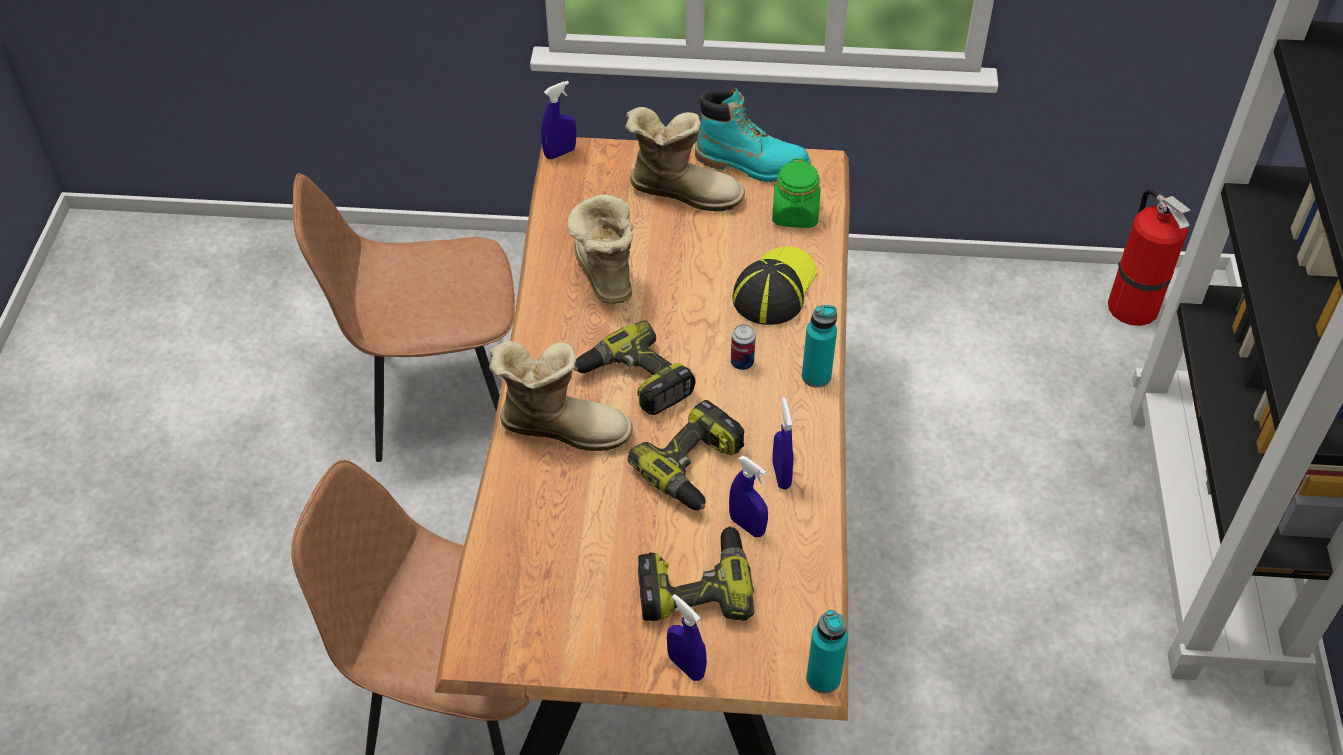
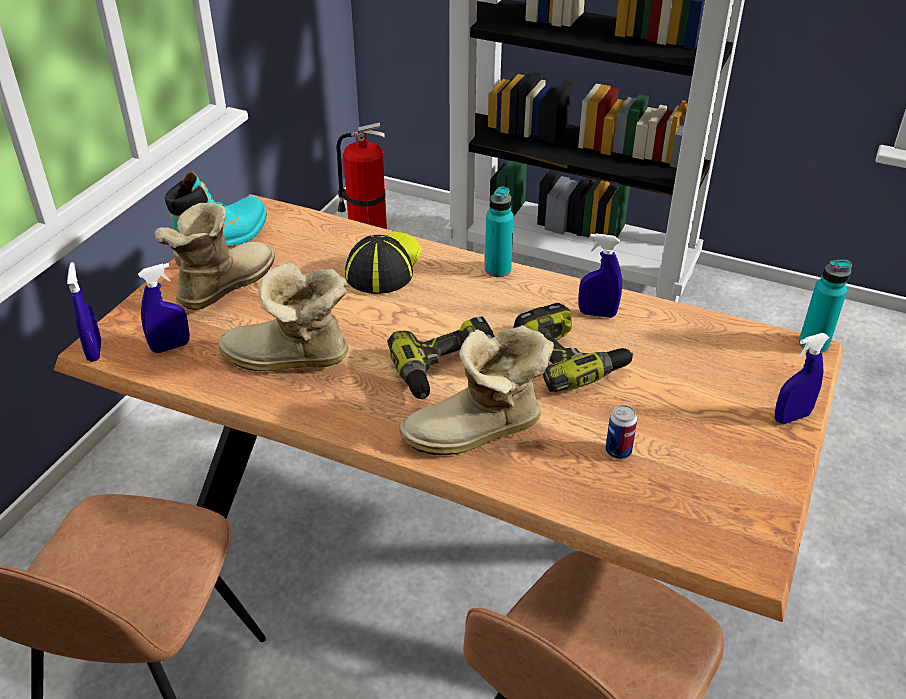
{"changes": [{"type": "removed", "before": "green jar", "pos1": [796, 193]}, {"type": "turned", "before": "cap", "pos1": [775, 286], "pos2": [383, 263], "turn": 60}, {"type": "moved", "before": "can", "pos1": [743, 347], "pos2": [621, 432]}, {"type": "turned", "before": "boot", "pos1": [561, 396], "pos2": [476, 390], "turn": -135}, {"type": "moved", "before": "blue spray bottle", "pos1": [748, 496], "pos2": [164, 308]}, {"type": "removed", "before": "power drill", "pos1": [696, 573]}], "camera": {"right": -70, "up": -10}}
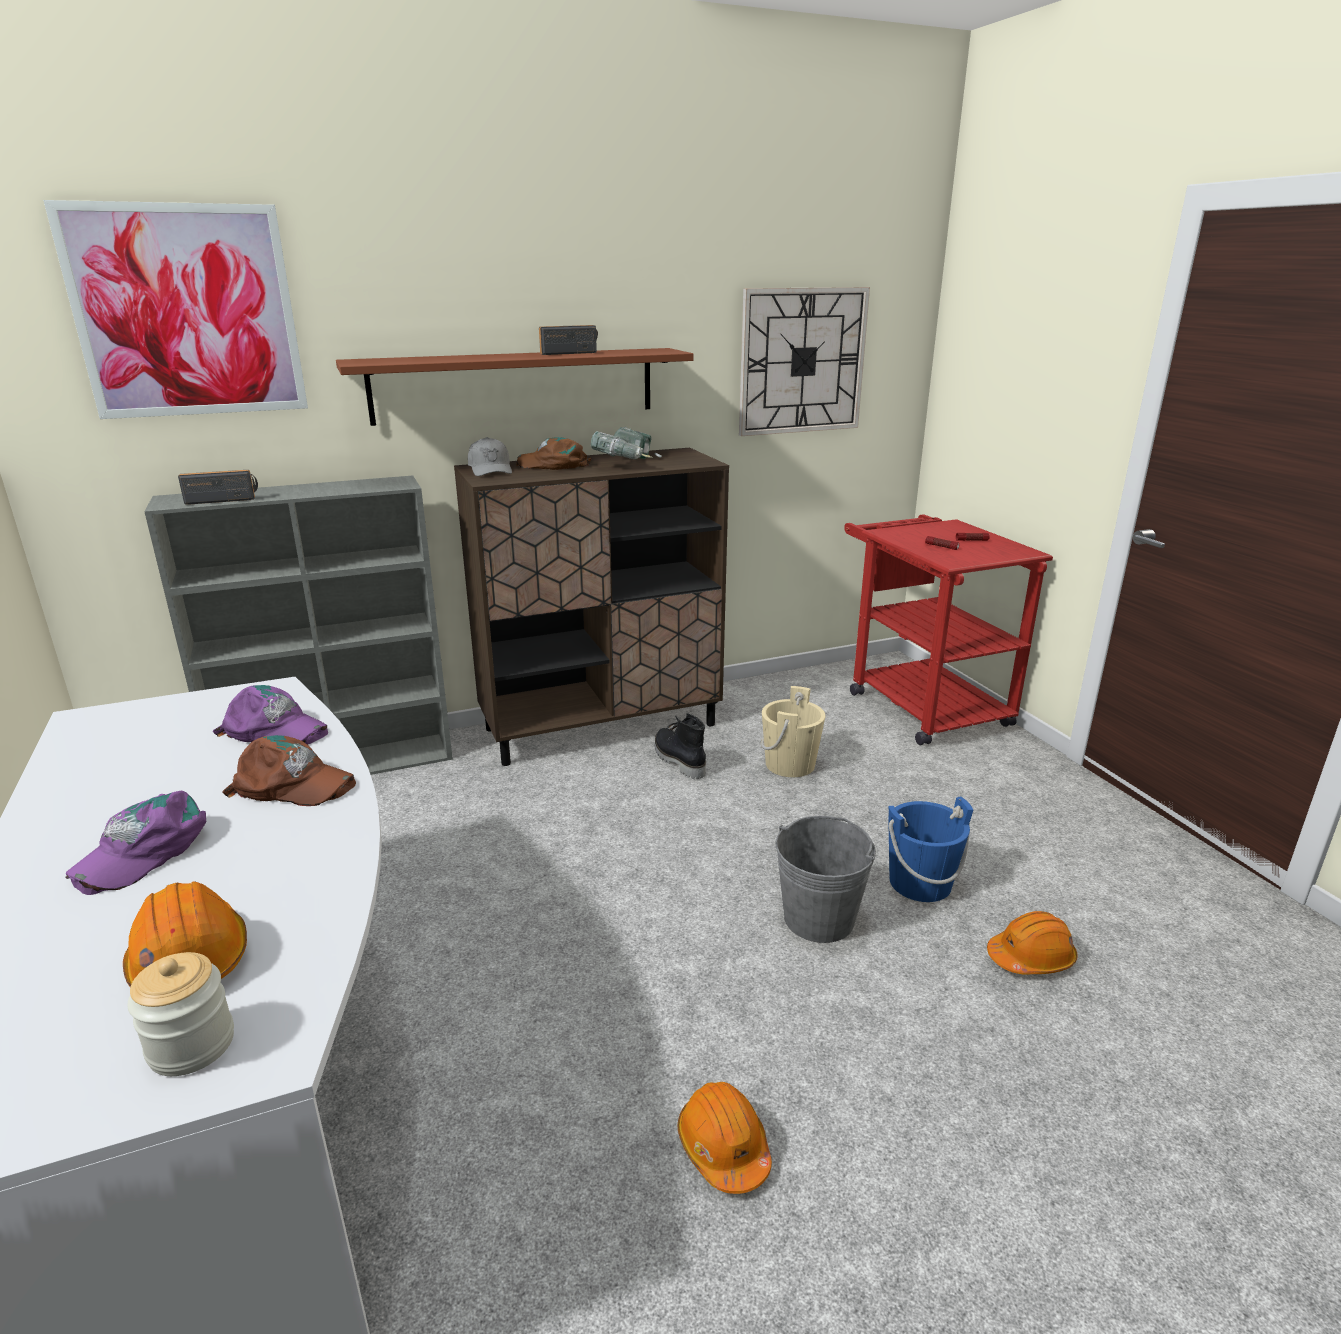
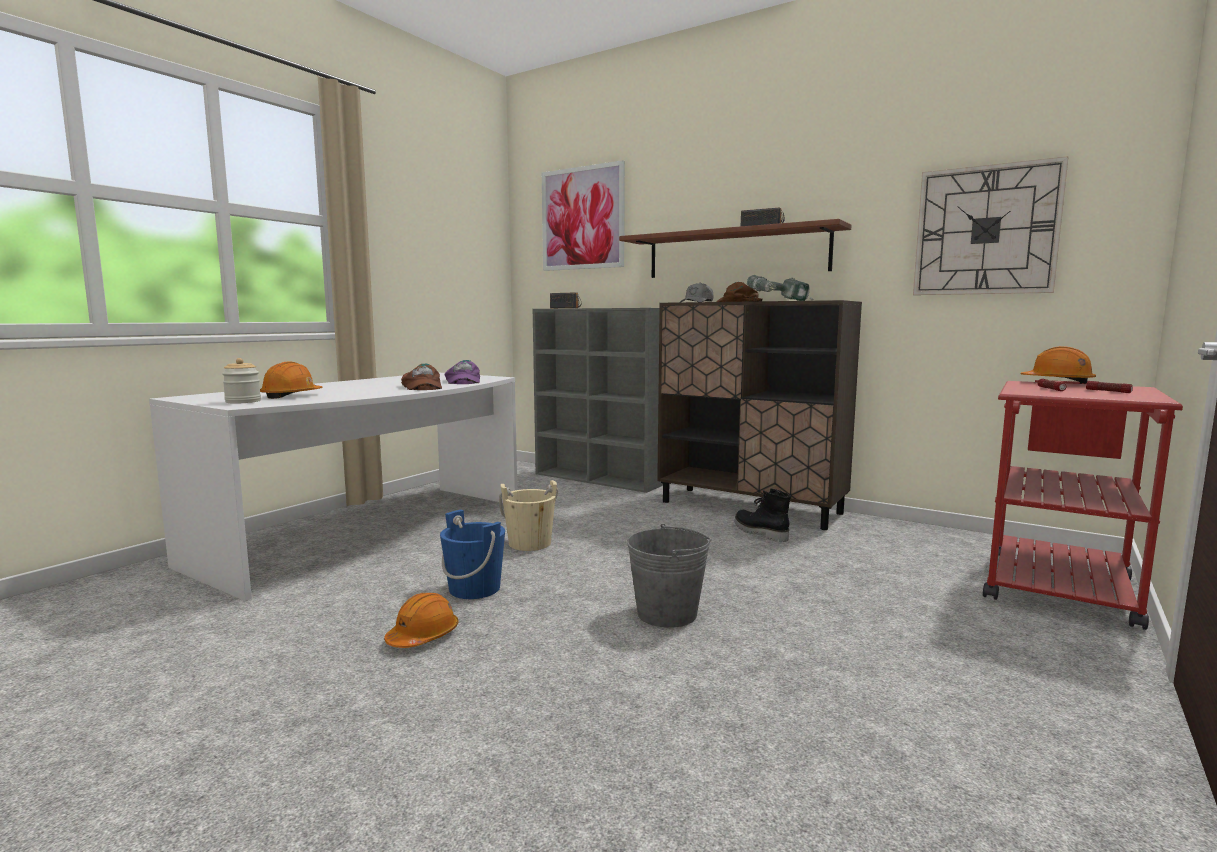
{"changes": [{"type": "moved", "before": "beige bucket", "pos1": [793, 731], "pos2": [528, 515]}, {"type": "turned", "before": "black boot", "pos1": [680, 746], "pos2": [762, 515], "turn": -60}, {"type": "removed", "before": "purple cap", "pos1": [135, 843]}, {"type": "moved", "before": "blue bucket", "pos1": [930, 849], "pos2": [472, 554]}, {"type": "moved", "before": "orange hard hat", "pos1": [1032, 942], "pos2": [1058, 365]}], "camera": {"right": 55, "up": -15}}
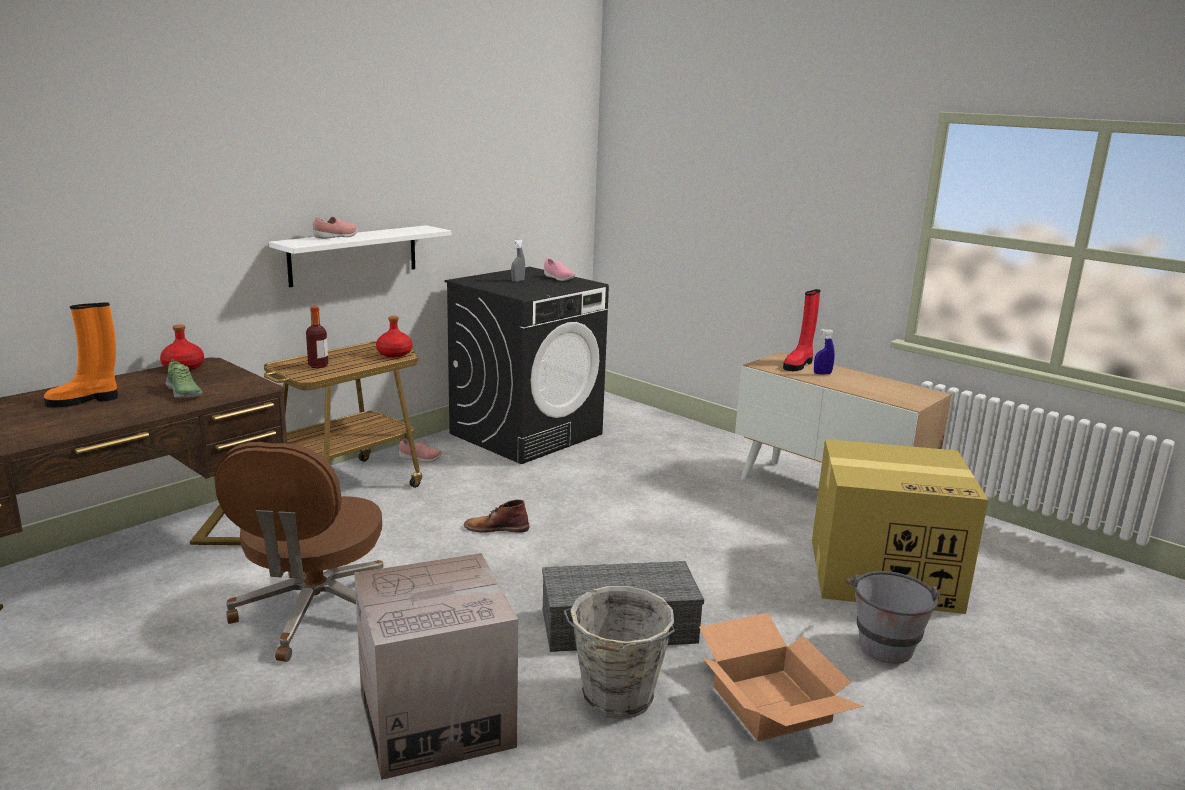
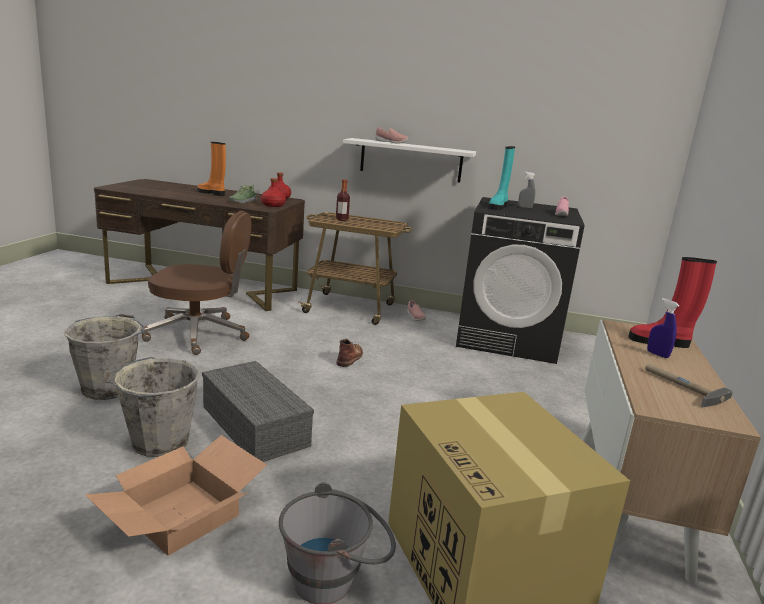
{"changes": [{"type": "moved", "before": "red bottle", "pos1": [394, 336], "pos2": [273, 192]}, {"type": "turned", "before": "brown office chair", "pos1": [298, 552], "pos2": [196, 283], "turn": -150}, {"type": "turned", "before": "brown boot", "pos1": [496, 516], "pos2": [349, 353], "turn": 45}, {"type": "replaced", "before": "cardboard box", "after": "grey bucket", "pos1": [436, 666], "pos2": [105, 357]}, {"type": "added", "after": "turquoise boot", "pos2": [501, 178]}, {"type": "added", "after": "hammer", "pos2": [689, 386]}], "camera": {"right": 60, "up": 0}}
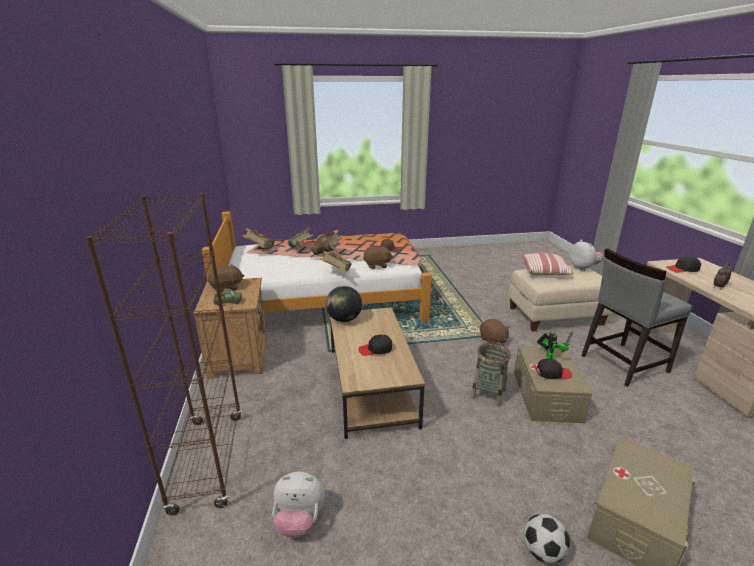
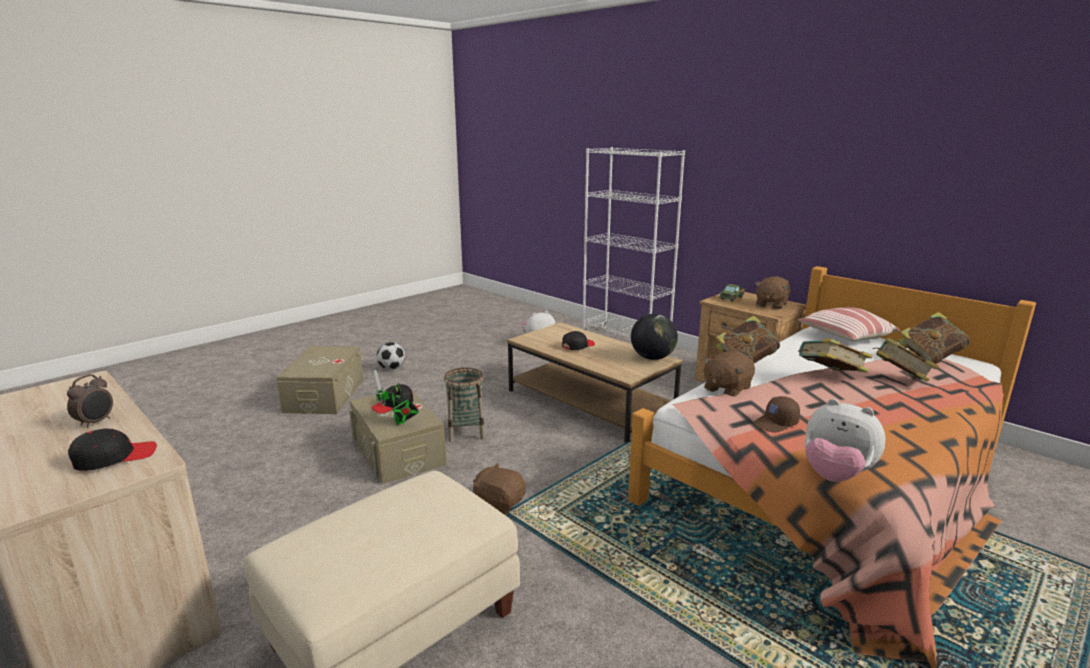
{"changes": [{"type": "recoloured", "before": "brown bookcase", "after": "white bookcase", "pos1": [163, 354], "pos2": [633, 242]}, {"type": "moved", "before": "plush toy", "pos1": [586, 255], "pos2": [844, 440]}, {"type": "removed", "before": "grey chair", "pos1": [636, 317]}, {"type": "moved", "before": "pillow", "pos1": [547, 264], "pos2": [849, 324]}], "camera": {"right": 145, "up": -5}}
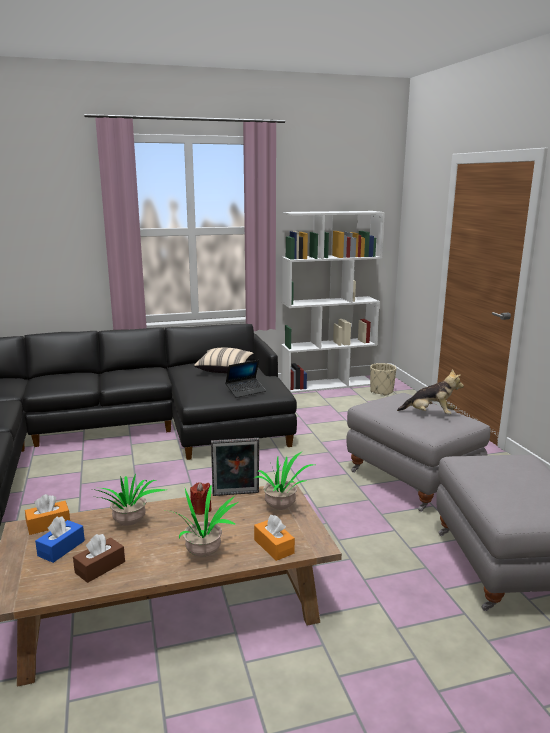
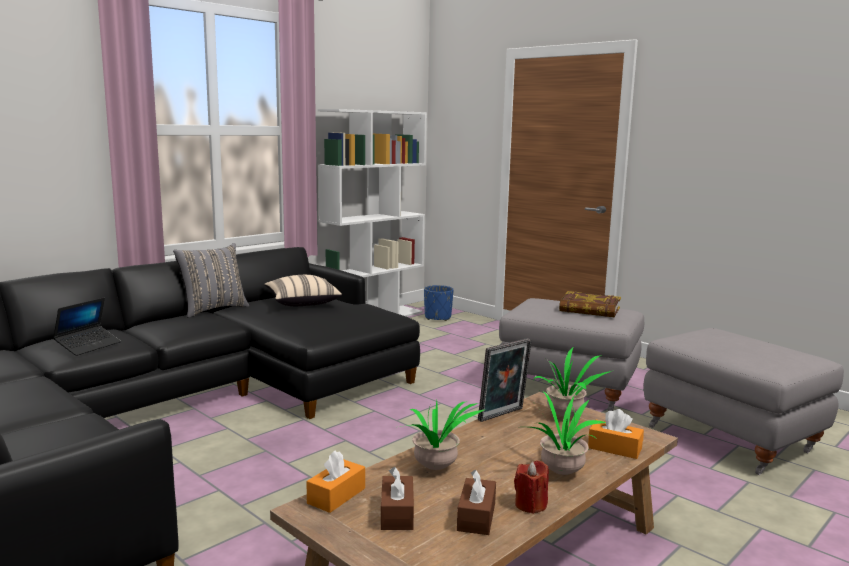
{"changes": [{"type": "moved", "before": "laptop", "pos1": [245, 379], "pos2": [87, 327]}, {"type": "recoloured", "before": "beige planter", "after": "blue planter", "pos1": [383, 379], "pos2": [439, 303]}, {"type": "replaced", "before": "plush toy", "after": "book", "pos1": [430, 391], "pos2": [590, 304]}, {"type": "moved", "before": "red candle", "pos1": [201, 498], "pos2": [531, 487]}, {"type": "recoloured", "before": "blue tissue box", "after": "brown tissue box", "pos1": [60, 539], "pos2": [397, 498]}, {"type": "added", "after": "grey pillow", "pos2": [211, 280]}], "camera": {"right": -30, "up": -5}}
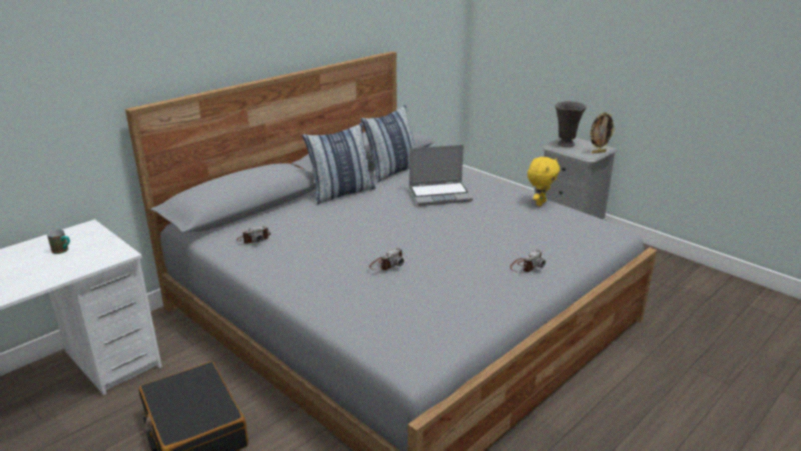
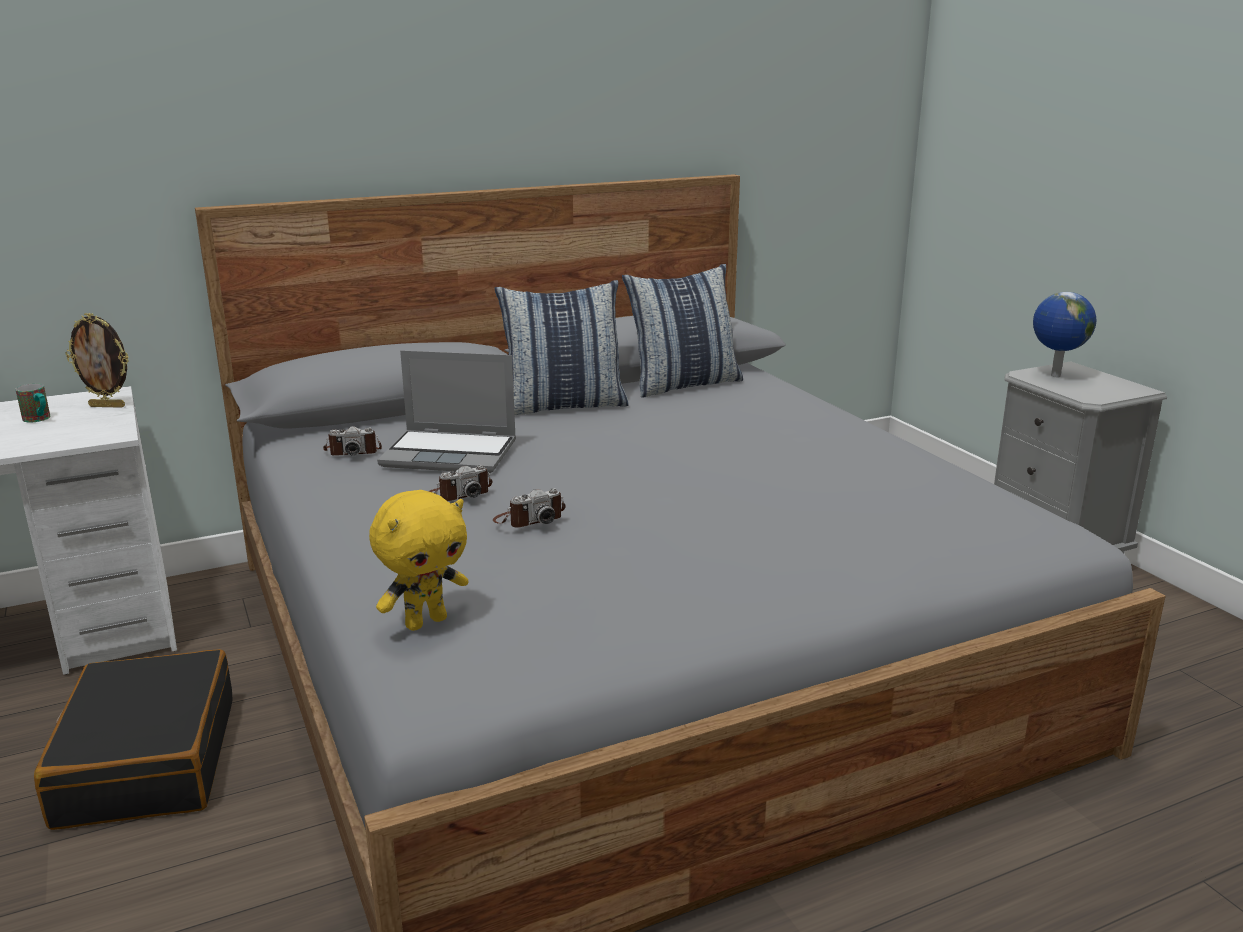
{"changes": [{"type": "replaced", "before": "grey vase", "after": "globe", "pos1": [570, 124], "pos2": [1064, 334]}, {"type": "moved", "before": "picture frame", "pos1": [602, 132], "pos2": [97, 360]}, {"type": "moved", "before": "laptop", "pos1": [441, 175], "pos2": [446, 411]}, {"type": "moved", "before": "yellow plush toy", "pos1": [543, 181], "pos2": [418, 560]}, {"type": "moved", "before": "photo camera", "pos1": [528, 260], "pos2": [460, 483]}], "camera": {"right": 20, "up": -5}}
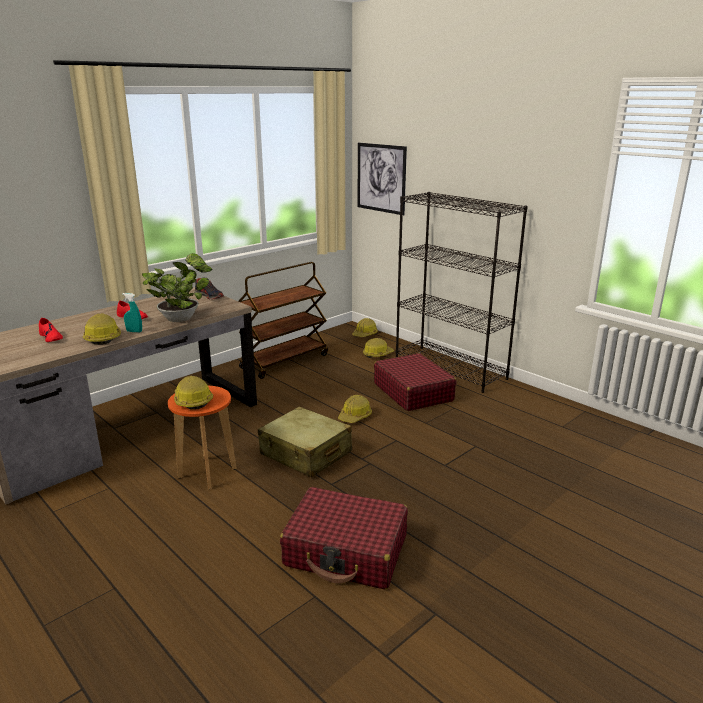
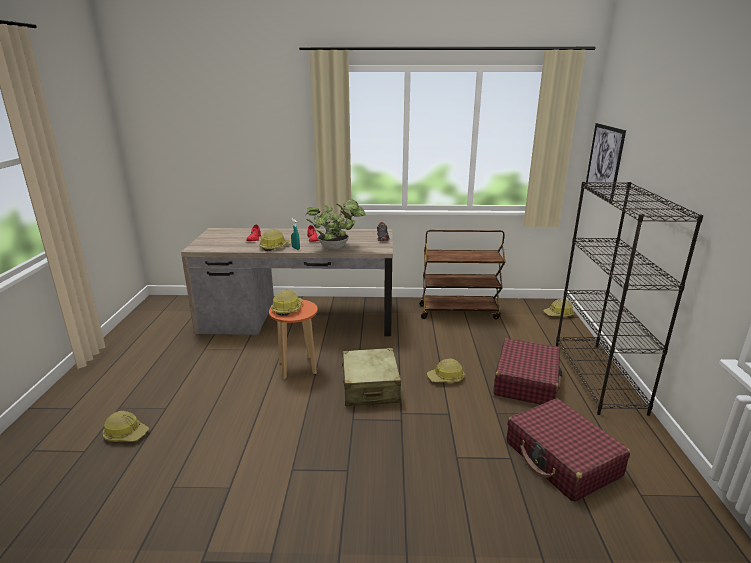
{"changes": [{"type": "moved", "before": "hard hat", "pos1": [378, 348], "pos2": [126, 426]}, {"type": "moved", "before": "red suitcase", "pos1": [344, 538], "pos2": [568, 450]}], "camera": {"right": 45, "up": 0}}
